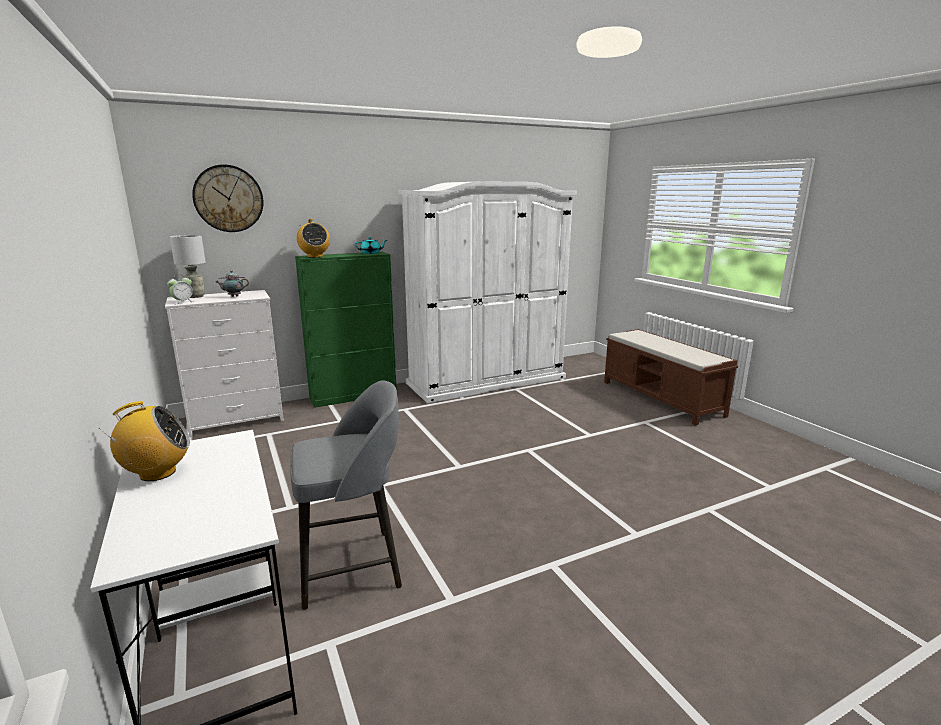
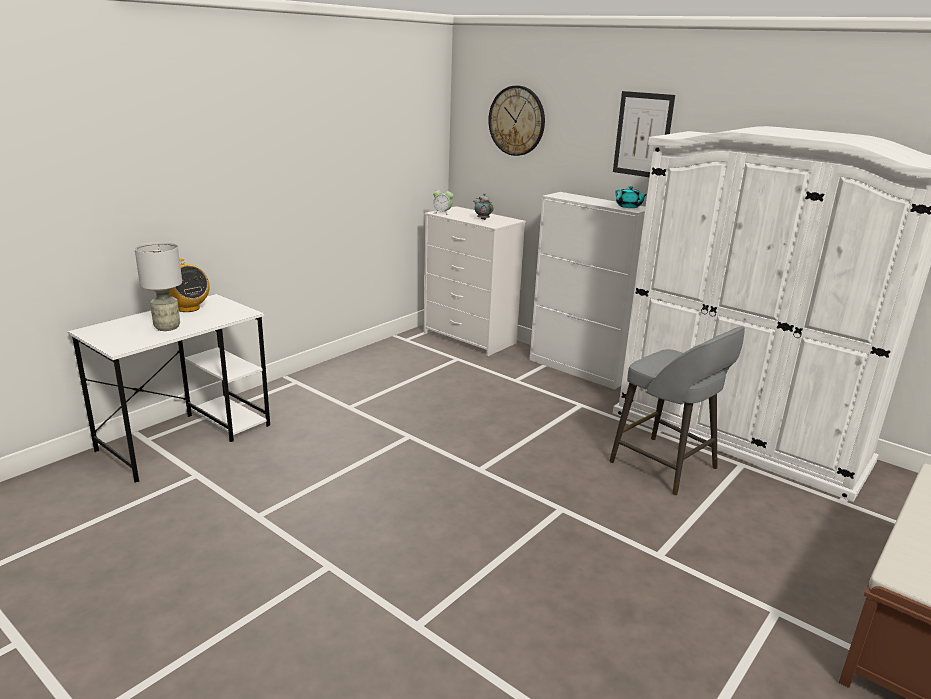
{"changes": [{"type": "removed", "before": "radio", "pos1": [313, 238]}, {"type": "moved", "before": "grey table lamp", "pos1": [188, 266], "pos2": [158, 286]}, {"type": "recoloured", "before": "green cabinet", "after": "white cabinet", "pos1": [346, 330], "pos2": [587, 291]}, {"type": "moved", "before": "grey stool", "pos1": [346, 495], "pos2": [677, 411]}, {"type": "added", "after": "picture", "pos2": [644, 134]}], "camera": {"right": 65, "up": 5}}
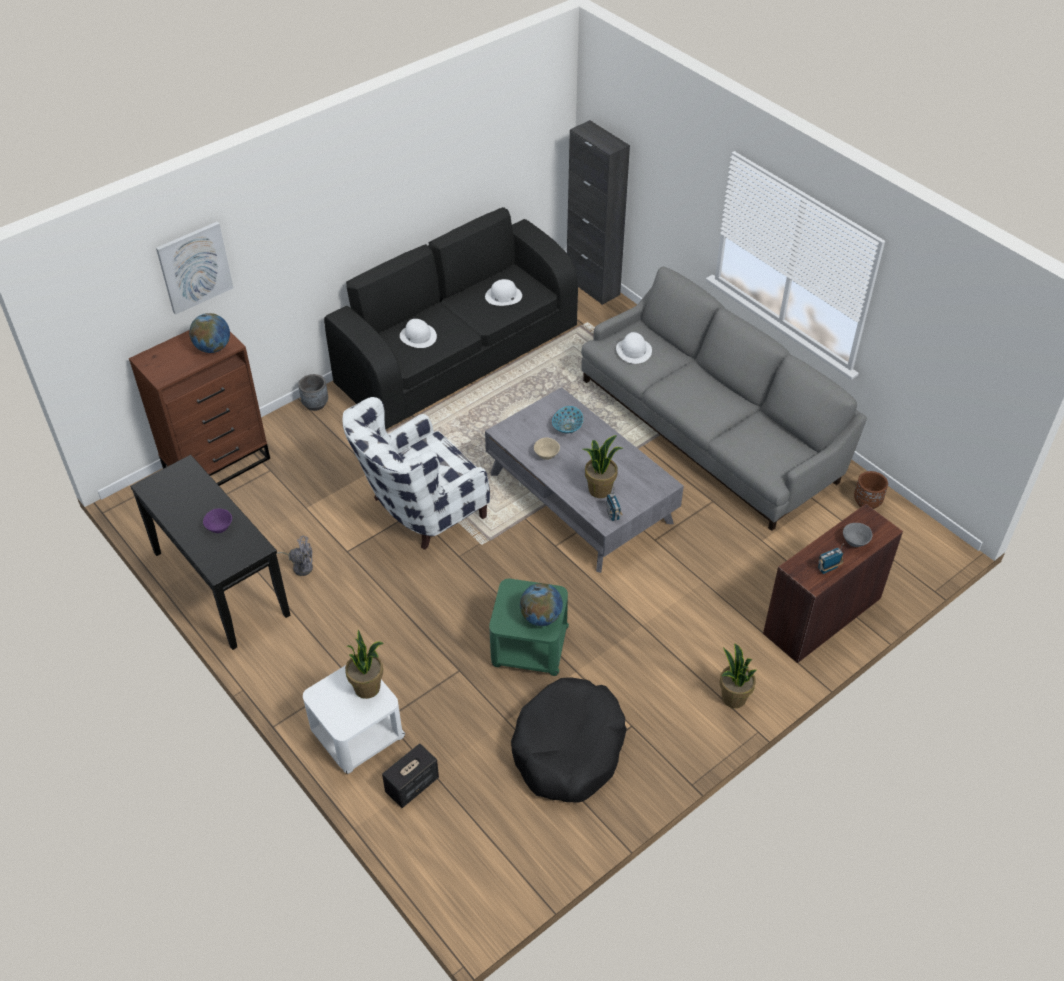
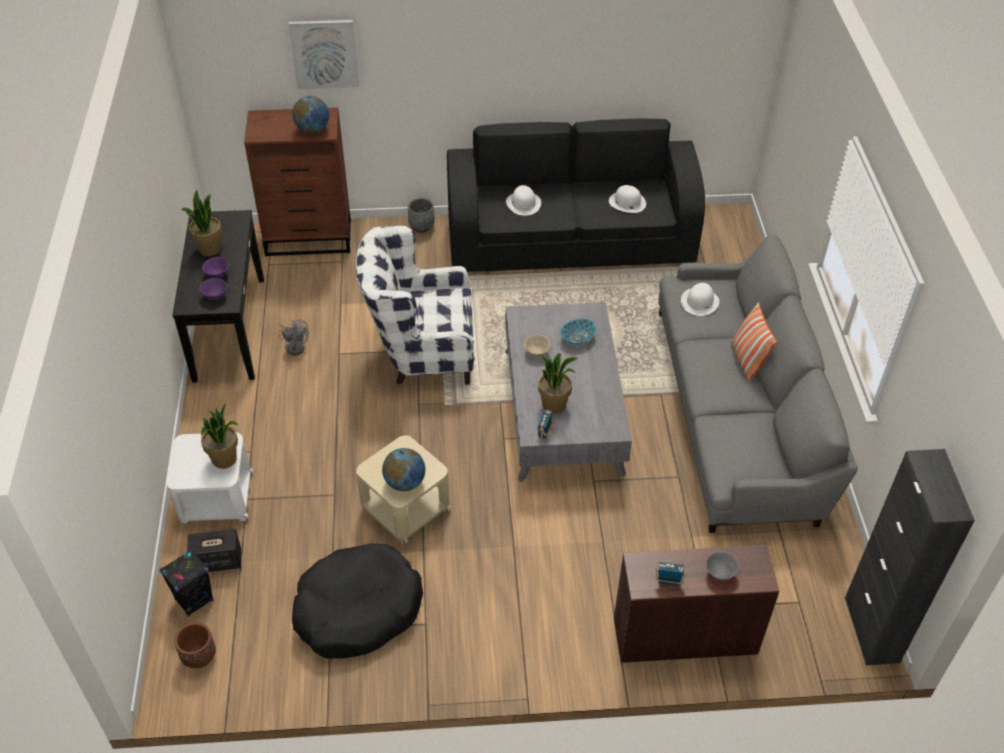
{"changes": [{"type": "moved", "before": "black cabinet", "pos1": [598, 212], "pos2": [910, 557]}, {"type": "moved", "before": "brown planter", "pos1": [871, 490], "pos2": [195, 645]}, {"type": "recoloured", "before": "green side table", "after": "beige side table", "pos1": [529, 627], "pos2": [403, 490]}, {"type": "moved", "before": "potted plant", "pos1": [737, 675], "pos2": [201, 222]}, {"type": "added", "after": "purple bowl", "pos2": [213, 289]}, {"type": "added", "after": "pillow", "pos2": [754, 341]}, {"type": "added", "after": "black speaker", "pos2": [186, 583]}], "camera": {"right": 35, "up": 0}}
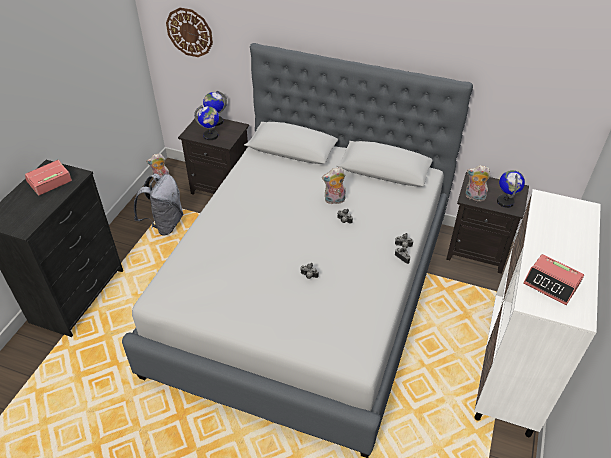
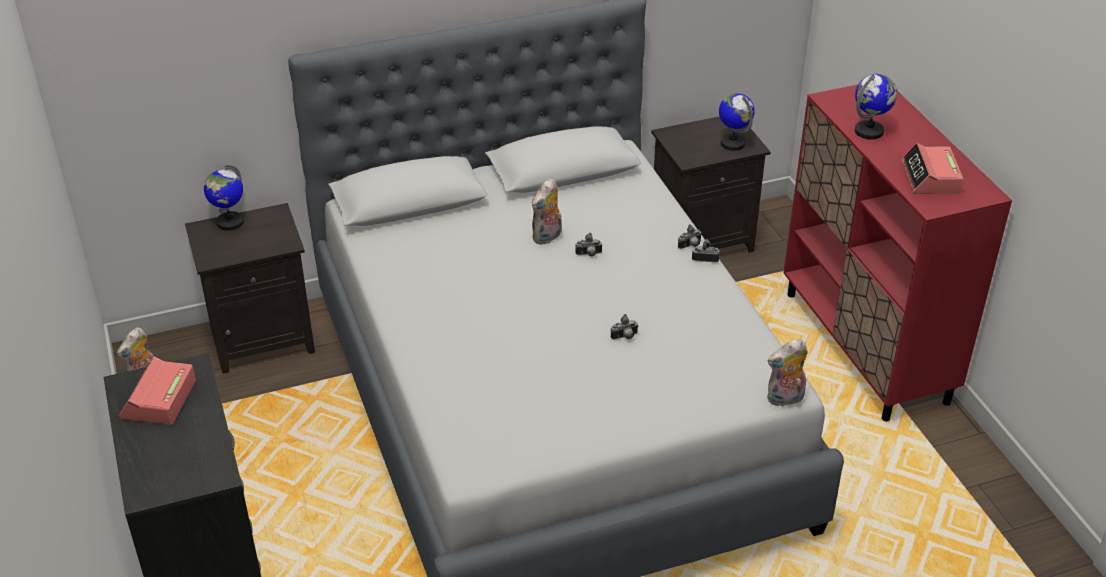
{"changes": [{"type": "removed", "before": "wall clock", "pos1": [189, 32]}, {"type": "moved", "before": "globe", "pos1": [206, 122], "pos2": [876, 107]}, {"type": "moved", "before": "plush toy", "pos1": [478, 183], "pos2": [787, 373]}, {"type": "removed", "before": "grey backpack", "pos1": [159, 204]}, {"type": "recoloured", "before": "white cabinet", "after": "red cabinet", "pos1": [537, 313], "pos2": [897, 253]}, {"type": "turned", "before": "alarm clock", "pos1": [553, 279], "pos2": [932, 168], "turn": 90}], "camera": {"right": -40, "up": -5}}
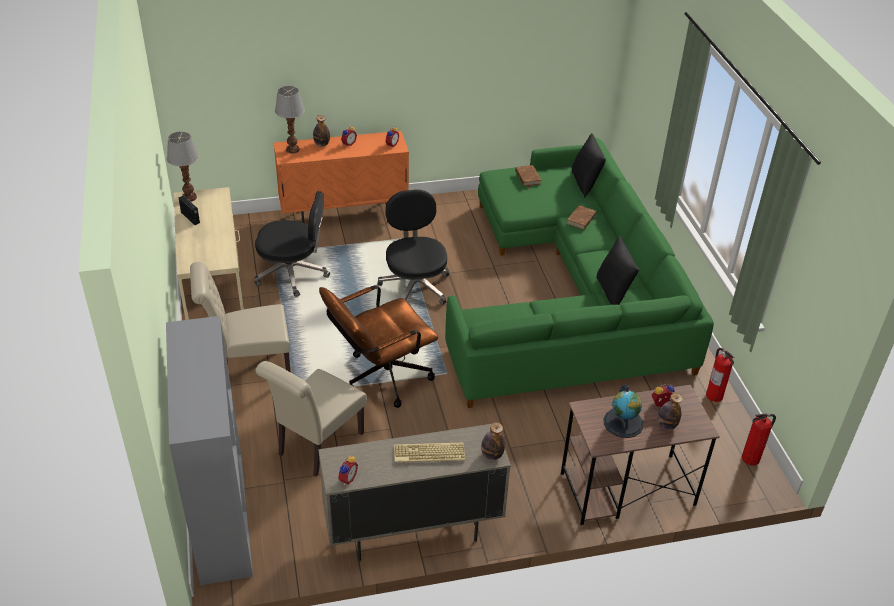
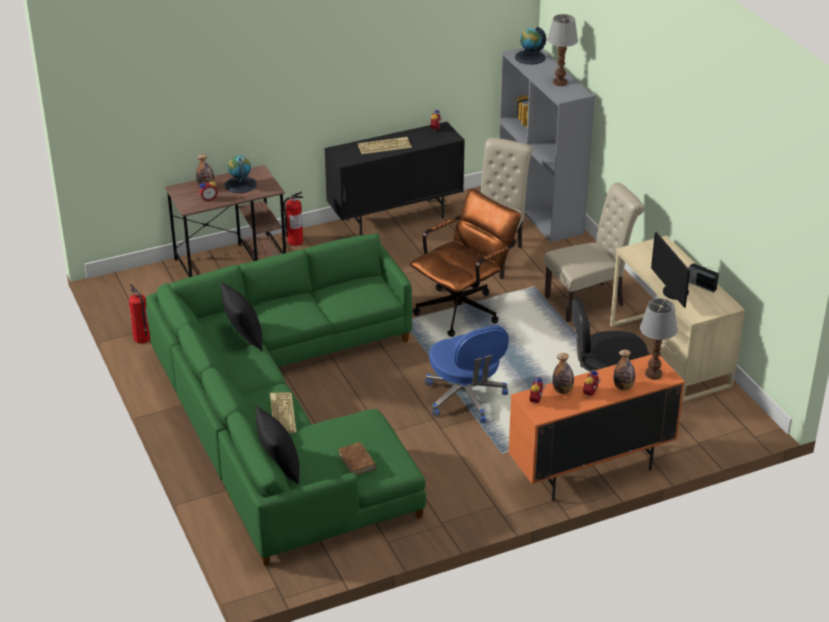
{"changes": [{"type": "moved", "before": "table lamp", "pos1": [183, 167], "pos2": [562, 50]}, {"type": "recoloured", "before": "black office chair", "after": "blue office chair", "pos1": [413, 247], "pos2": [467, 374]}, {"type": "replaced", "before": "brown book", "after": "keyboard", "pos1": [581, 217], "pos2": [283, 412]}, {"type": "moved", "before": "fire extinguisher", "pos1": [759, 439], "pos2": [293, 218]}, {"type": "moved", "before": "bottle", "pos1": [493, 441], "pos2": [563, 373]}, {"type": "recoloured", "before": "beige cabinet", "after": "black cabinet", "pos1": [414, 492], "pos2": [394, 178]}, {"type": "added", "after": "globe", "pos2": [530, 45]}, {"type": "added", "after": "monitor", "pos2": [670, 270]}], "camera": {"right": 170, "up": -5}}
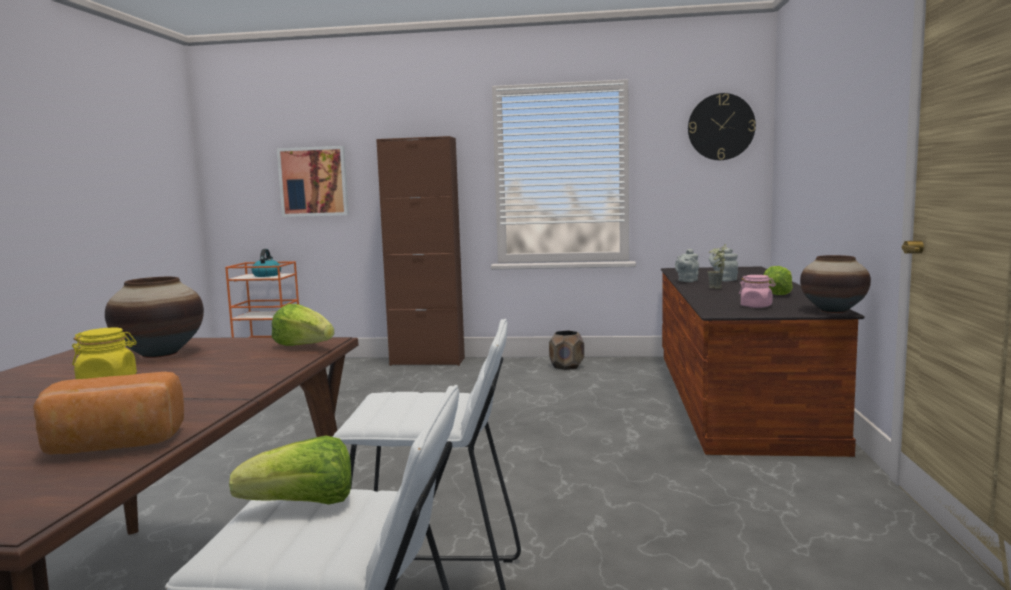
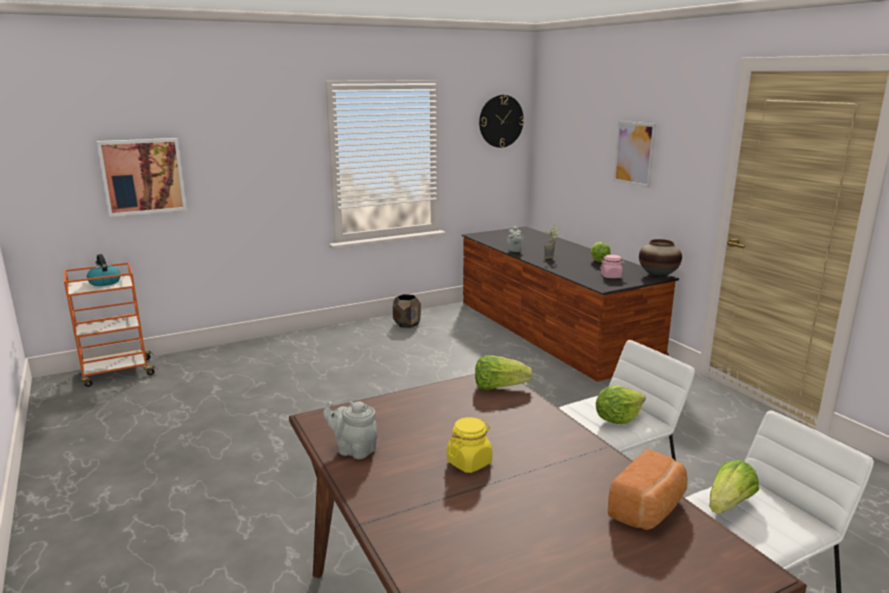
{"changes": [{"type": "removed", "before": "brown cabinet", "pos1": [420, 251]}, {"type": "moved", "before": "grey teapot", "pos1": [723, 265], "pos2": [350, 430]}, {"type": "removed", "before": "vase", "pos1": [154, 317]}, {"type": "added", "after": "picture", "pos2": [634, 154]}, {"type": "added", "after": "lettuce", "pos2": [621, 404]}], "camera": {"right": -35, "up": 10}}
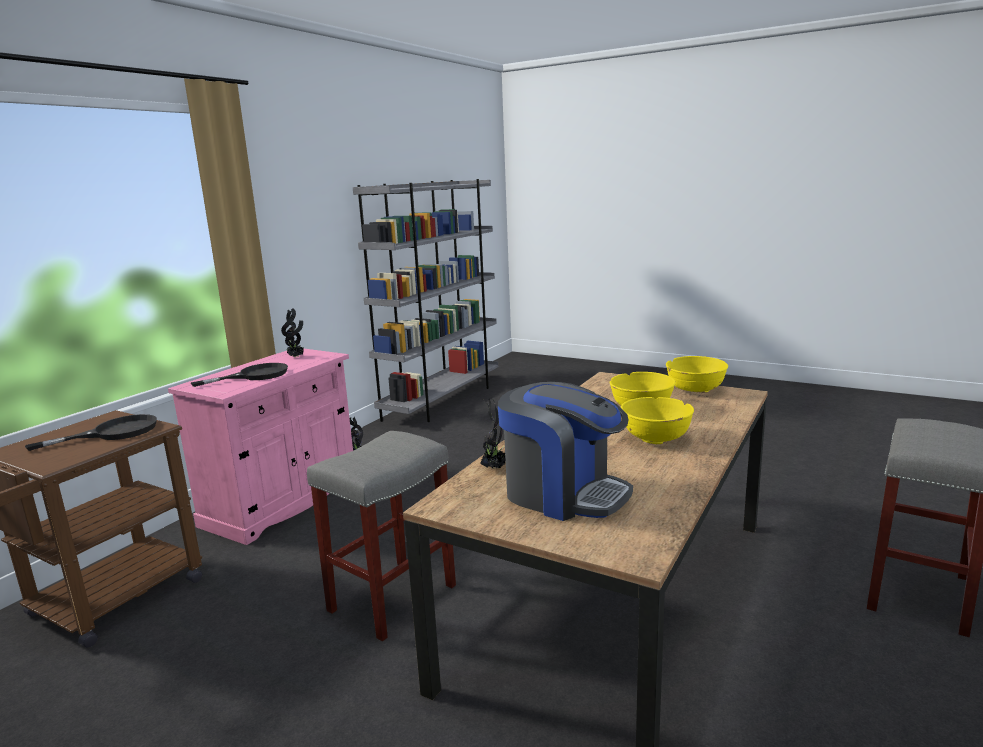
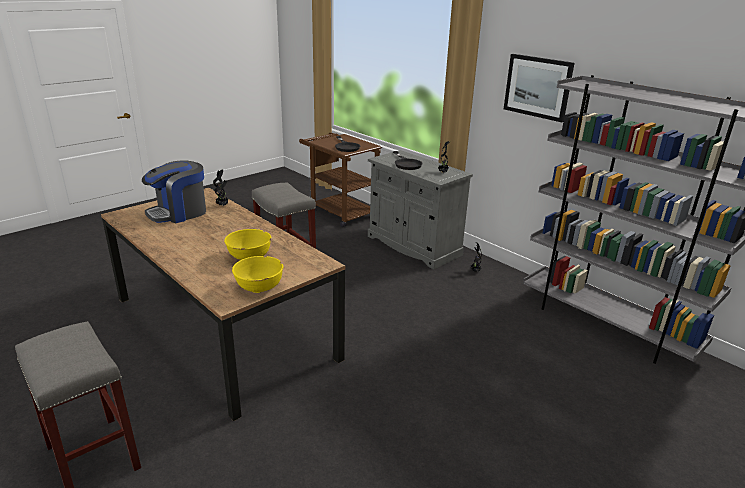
{"changes": [{"type": "recoloured", "before": "pink cabinet", "after": "grey cabinet", "pos1": [260, 447], "pos2": [420, 209]}, {"type": "removed", "before": "yellow bowl", "pos1": [657, 420]}, {"type": "added", "after": "picture", "pos2": [539, 88]}], "camera": {"right": 105, "up": 10}}
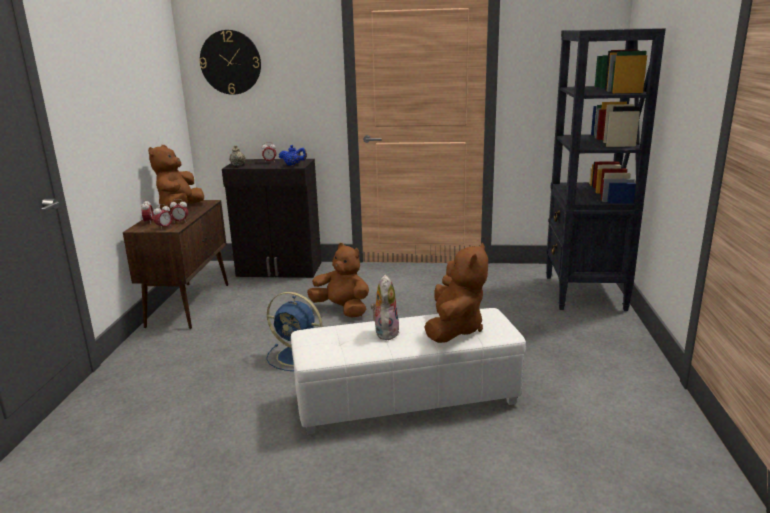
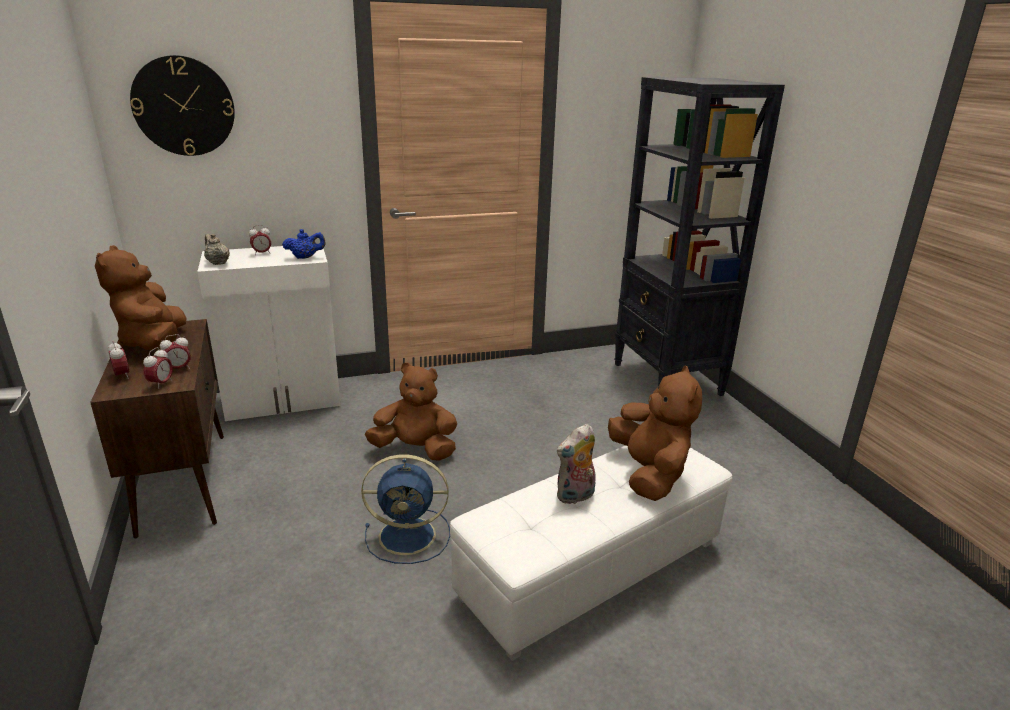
{"changes": [{"type": "recoloured", "before": "black cabinet", "after": "white cabinet", "pos1": [271, 218], "pos2": [269, 333]}, {"type": "turned", "before": "plush toy", "pos1": [385, 307], "pos2": [576, 464], "turn": -105}], "camera": {"right": -25, "up": 5}}
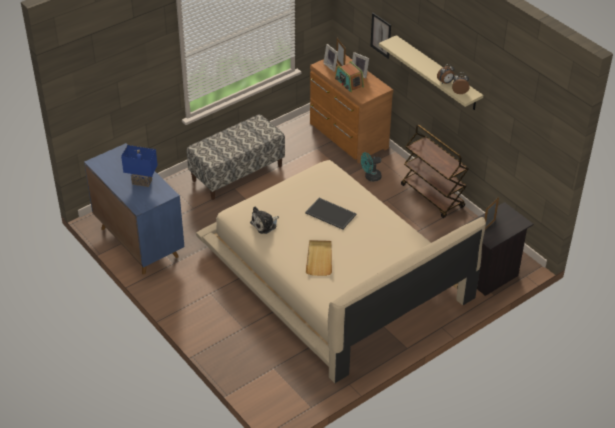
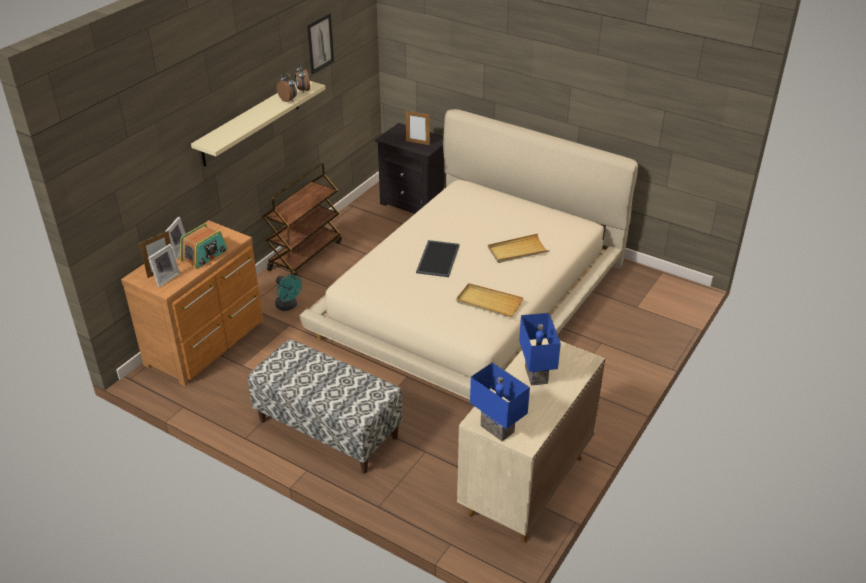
{"changes": [{"type": "moved", "before": "picture", "pos1": [380, 36], "pos2": [320, 43]}, {"type": "recoloured", "before": "blue cabinet", "after": "beige cabinet", "pos1": [134, 209], "pos2": [531, 440]}, {"type": "replaced", "before": "plush toy", "after": "beige tray", "pos1": [264, 220], "pos2": [489, 300]}, {"type": "added", "after": "blue table lamp", "pos2": [500, 401]}], "camera": {"right": -110, "up": -5}}
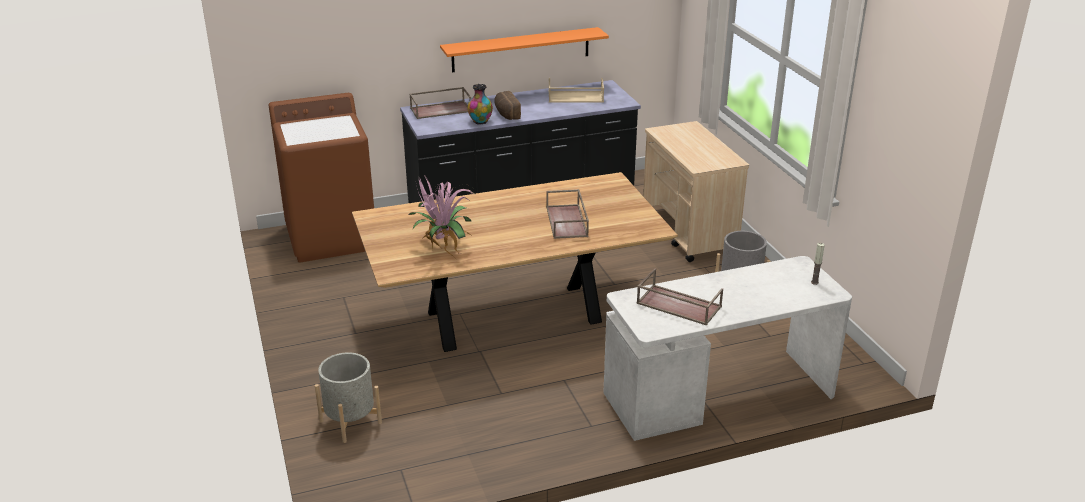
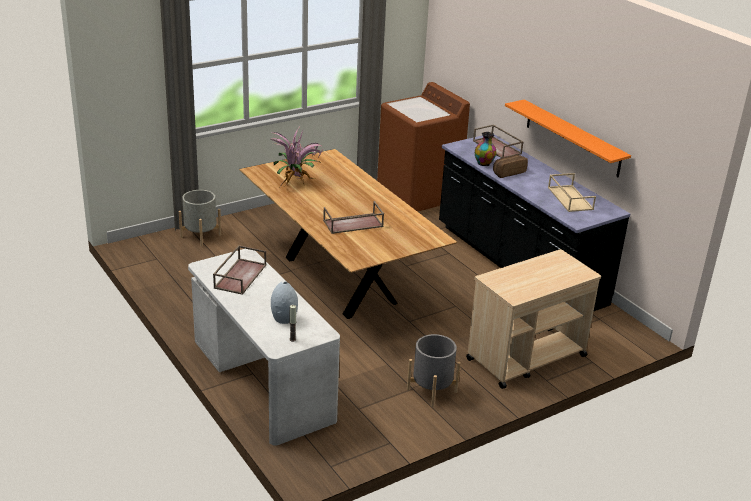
{"changes": [{"type": "added", "after": "grey vase", "pos2": [284, 302]}], "camera": {"right": 75, "up": 0}}
